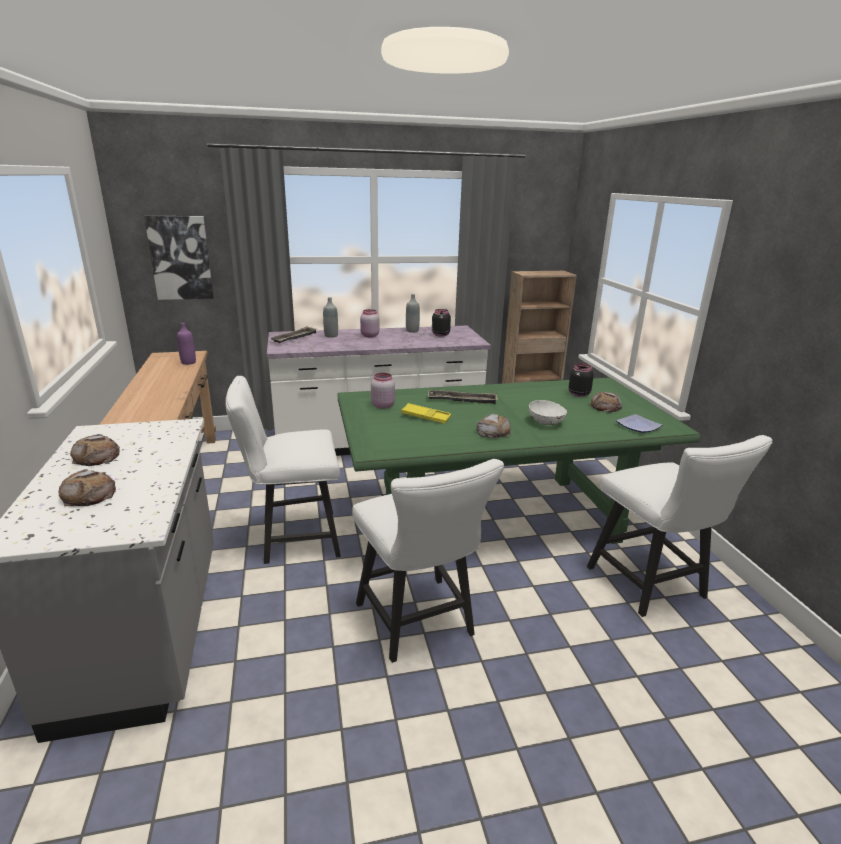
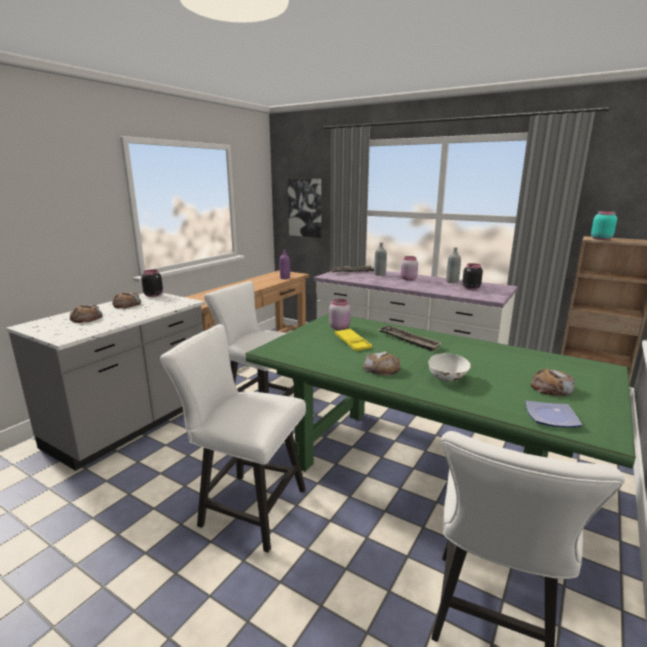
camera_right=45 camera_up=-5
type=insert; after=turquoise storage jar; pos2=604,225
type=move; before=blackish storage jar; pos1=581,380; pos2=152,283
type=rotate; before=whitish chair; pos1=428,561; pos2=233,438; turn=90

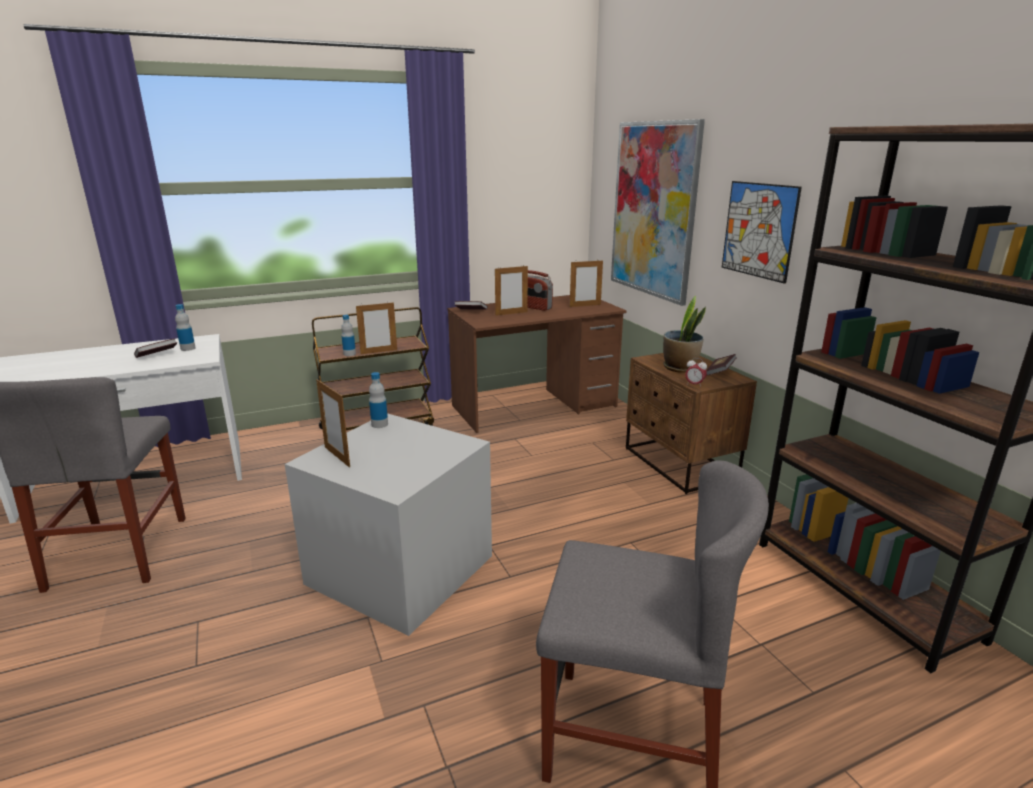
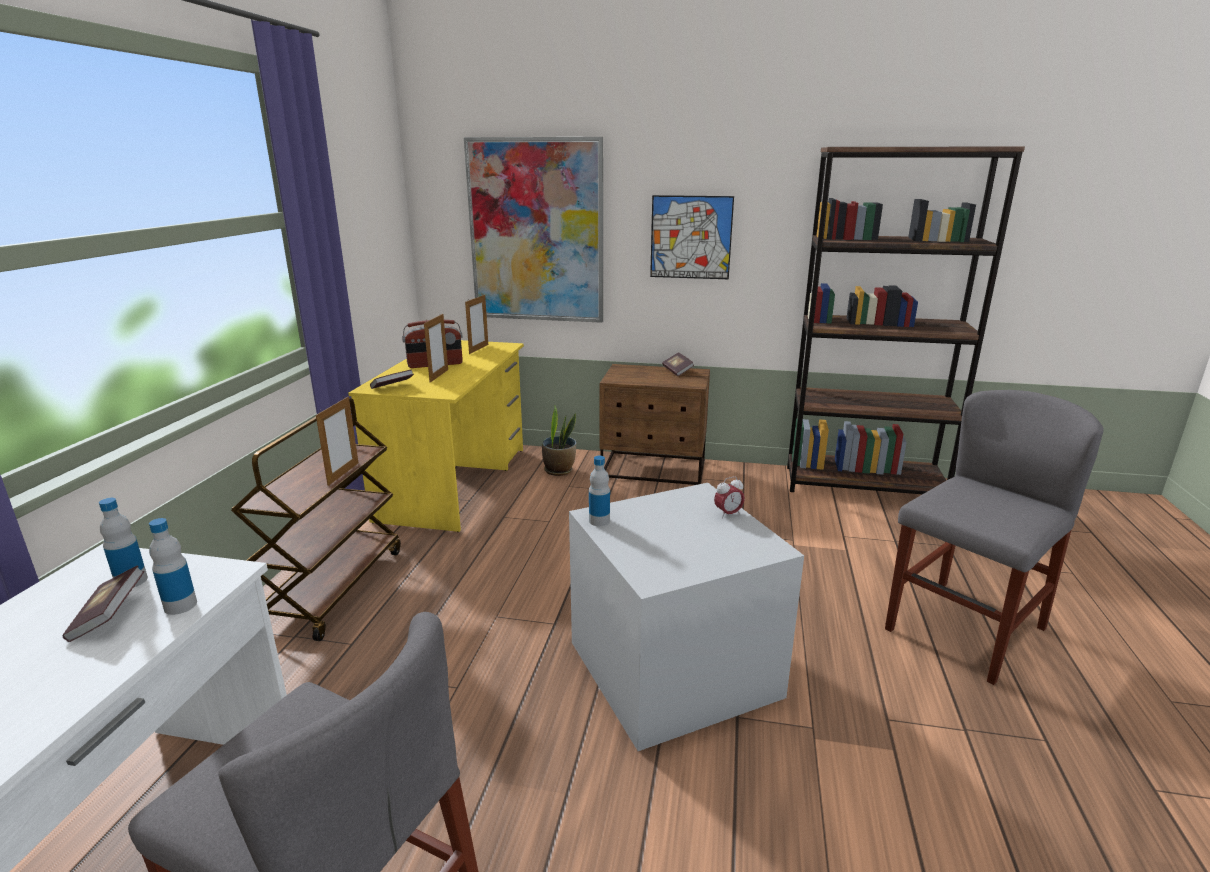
camera_right=-55 camera_up=0
type=delete; before=picture frame; pos1=333,423
type=move; before=bottle; pos1=348,335; pos2=173,566
type=move; before=houseplant; pos1=684,334; pos2=559,441
type=move; before=alarm clock; pos1=696,372; pos2=729,497
type=recolor; before=brownish desk; after=yellow desk; pos1=537,364; pos2=436,436

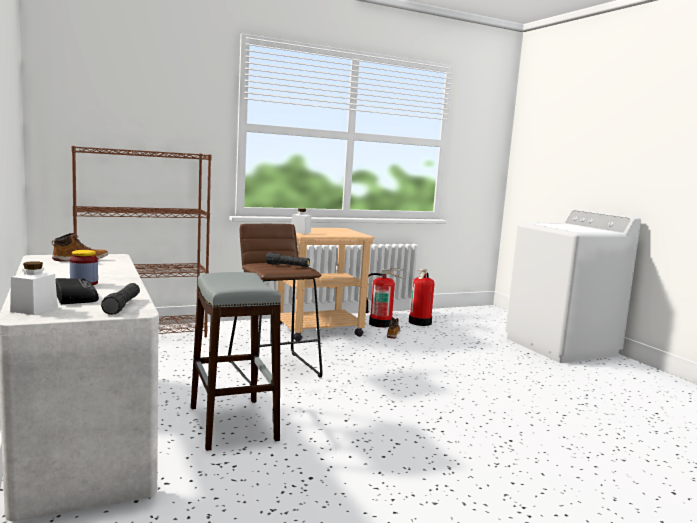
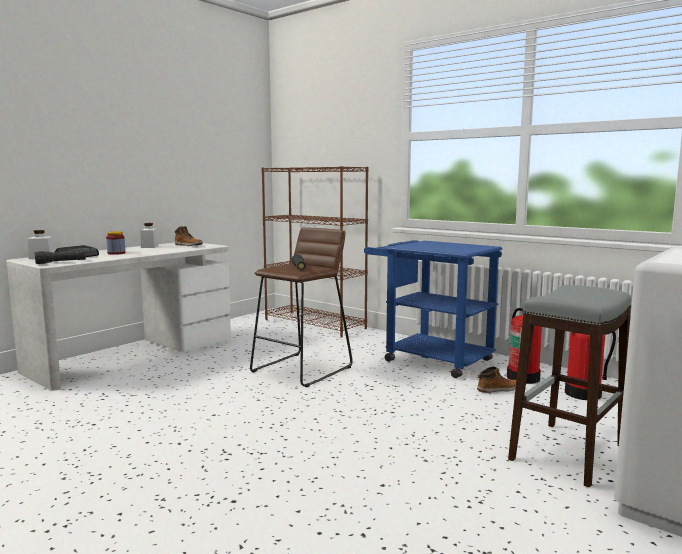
camera_right=65 camera_up=0
type=move; before=greyish stool; pos1=236,361; pos2=570,386
type=move; before=whitish storage jar; pos1=301,221; pos2=149,235
type=recolor; before=sand-coloured cart; after=blue-coloured cart; pos1=325,284; pos2=433,309

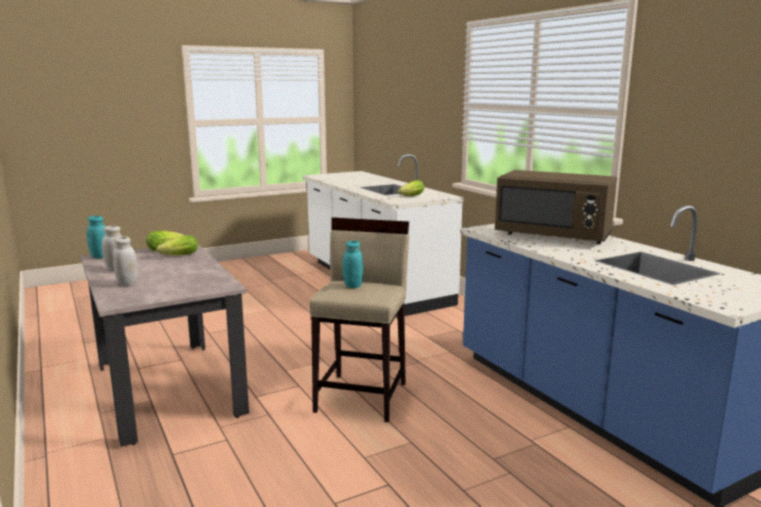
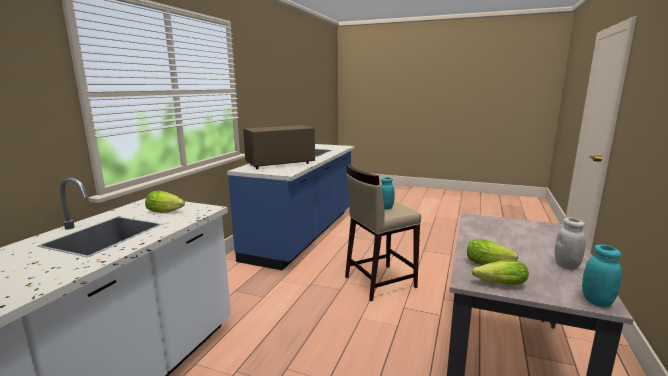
camera_right=-130 camera_up=0
type=delete; before=whitish storage jar; pos1=125,261
type=rotate; before=brownish microwave; pos1=556,207; pos2=279,147; turn=-105

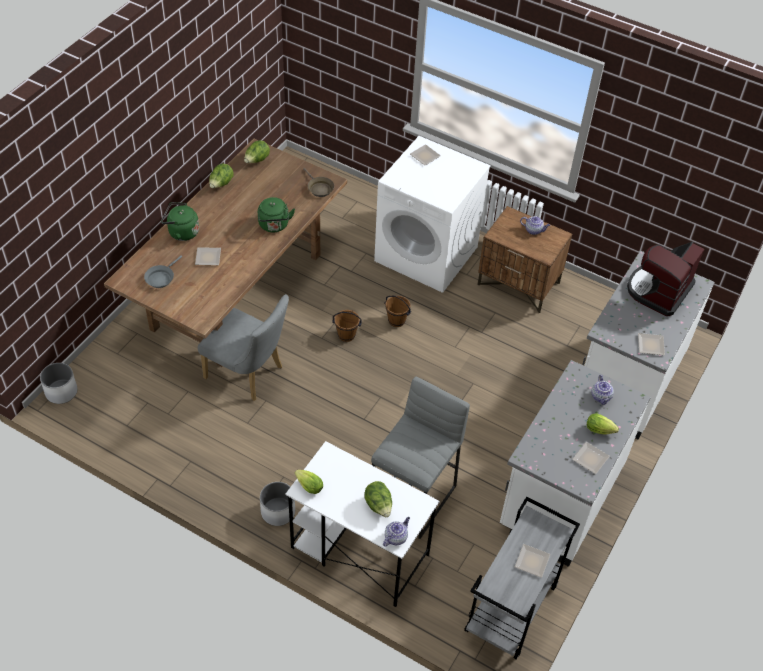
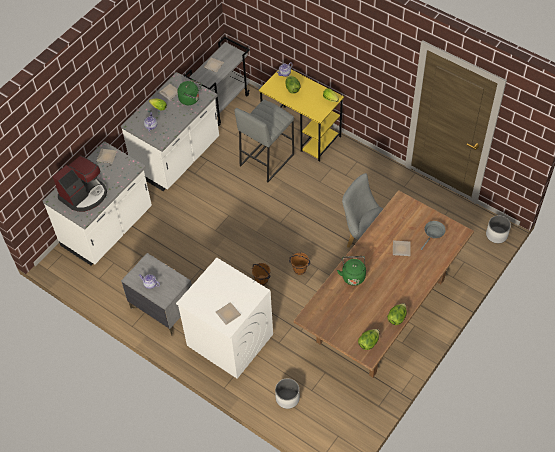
camera_right=-170 camera_up=5
type=delete; before=brownish skillet; pos1=318,182
type=move; before=green-coloured water kettle; pos1=180,221; pos2=189,92
type=move; before=whitish planter; pos1=277,504; pos2=287,393
type=recolor; before=whitish desk; after=yellow desk; pos1=362,524; pos2=301,115
type=recolor; before=brownish nightstand; after=greyish nightstand; pos1=524,259; pos2=156,294

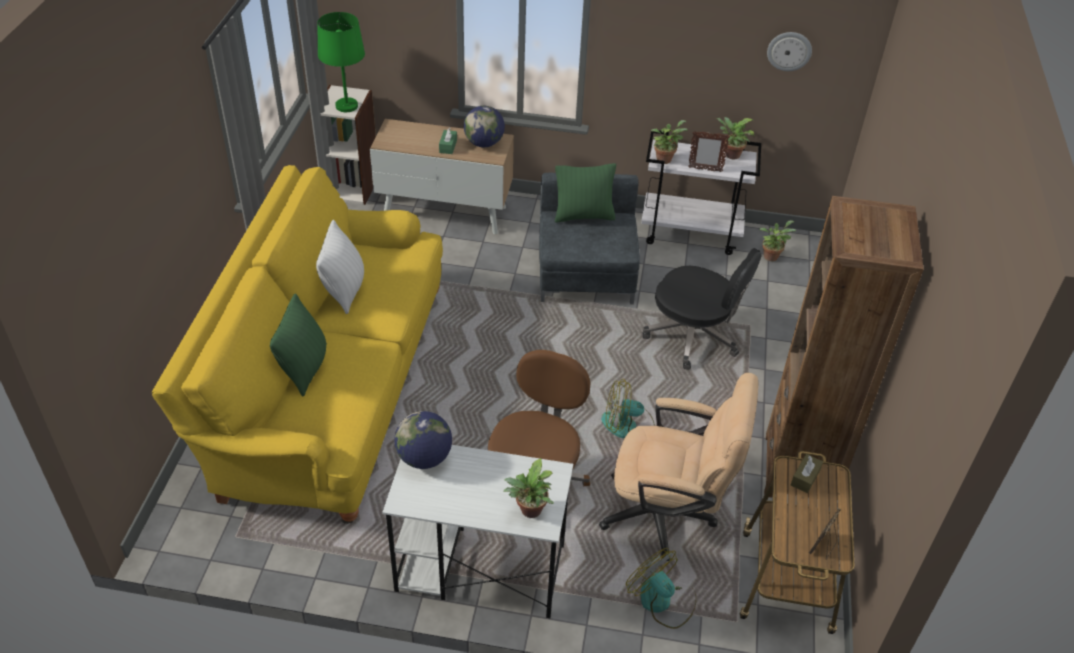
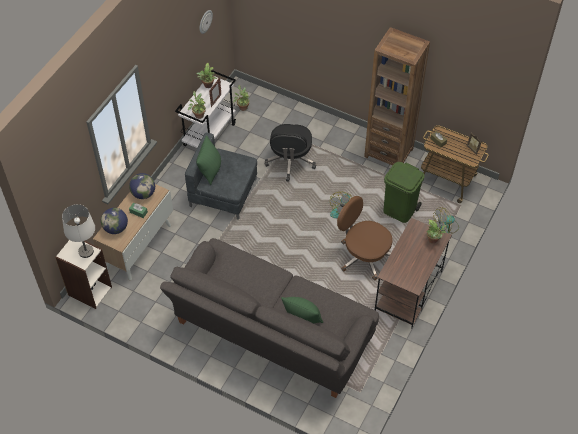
camera_right=-70 camera_up=10
type=delete; before=whitish pillow; pos1=340,267
type=move; before=desk globe; pos1=423,440; pos2=114,221
type=replace; before=sand-coloured computer chair; after=green-coloured waste bin; pos1=679,467; pos2=404,192
type=recolor; before=yellow settee; after=greyish settee; pos1=297,344; pos2=269,318
type=recolor; before=green-coloured lamp for a table; after=whitish lamp for a table; pos1=341,62; pos2=78,231
type=recolor; before=whitish desk; after=brownish desk; pos1=477,531; pos2=413,273
type=rotate; before=blackish computer chair; pos1=702,308; pos2=290,153; turn=135

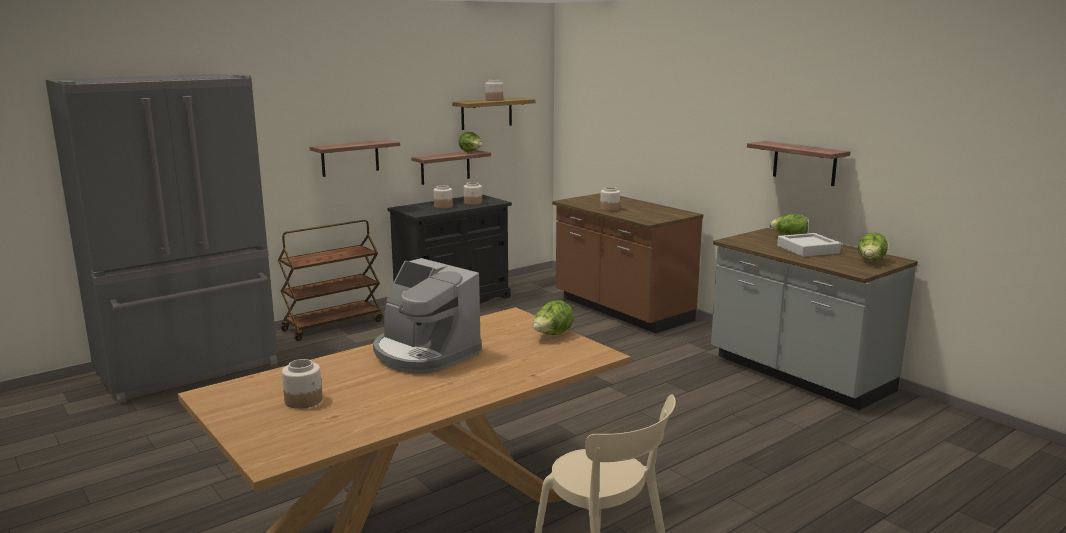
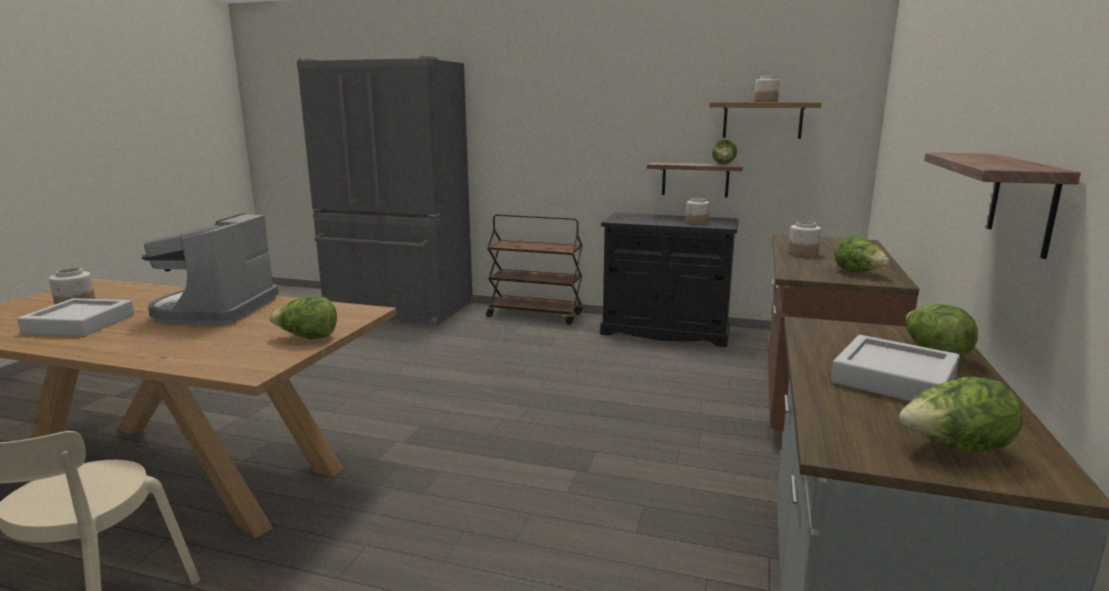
camera_right=55 camera_up=0
type=delete; before=shelf; pos1=354,158
type=delete; before=storage jar; pos1=443,196
type=insert; after=greyish carrying tray; pos2=75,317
type=insert; after=head of lettuce; pos2=861,254

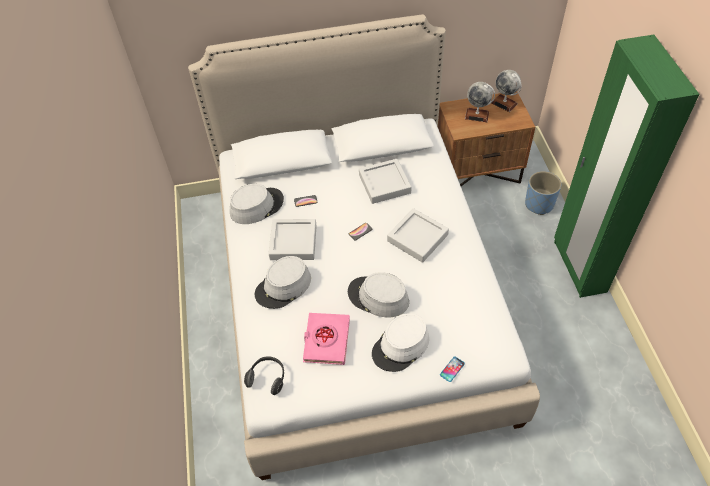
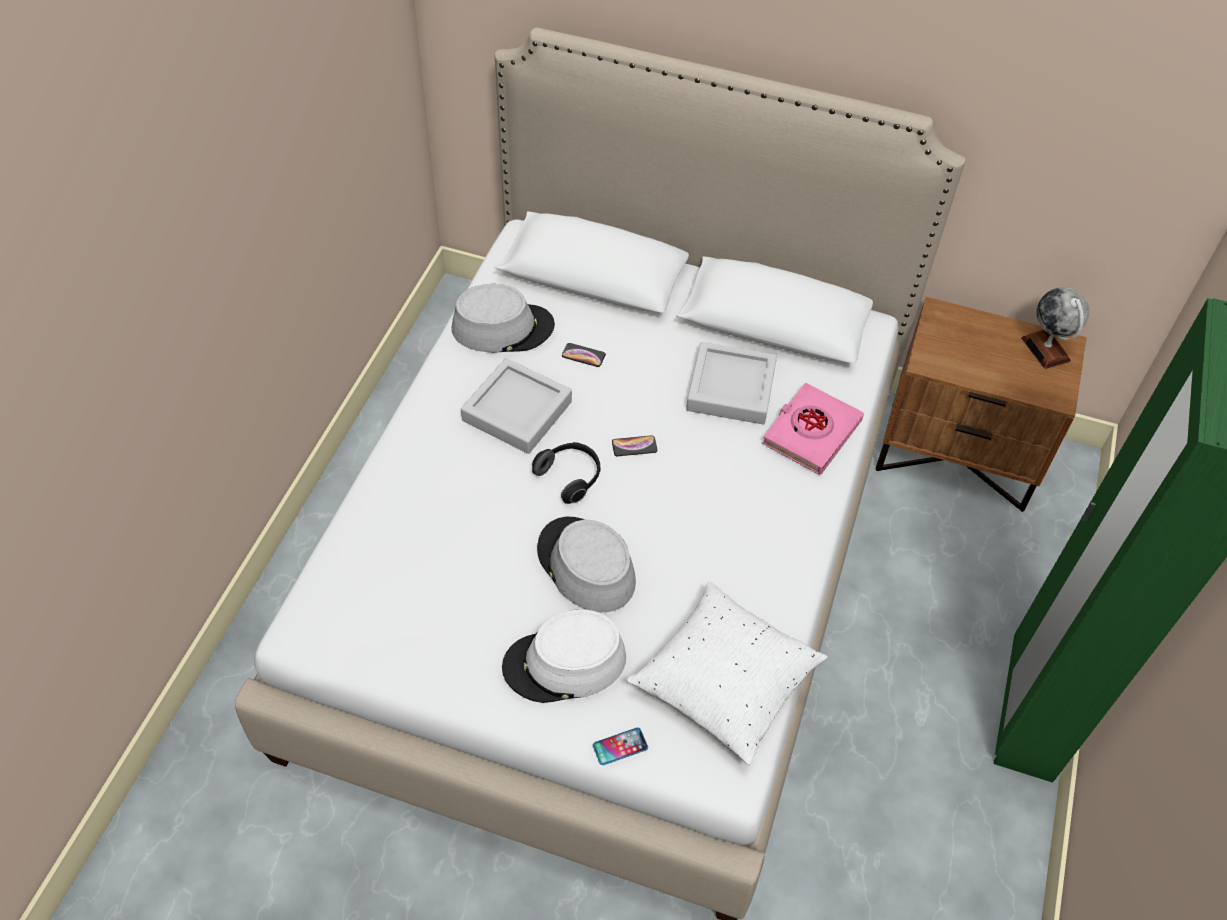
camera_right=25 camera_up=0
type=delete; before=greyish clothing hat; pos1=283,282
type=delete; before=greyish carrying tray; pos1=418,235
type=delete; before=desk globe; pos1=480,102
type=delete; before=blue-coloured planter; pos1=543,193
type=insert; after=whitish pillow; pos2=727,673
type=move; before=headphones; pos1=264,375; pos2=566,473
type=move; before=pink bound book; pos1=326,339; pos2=813,429

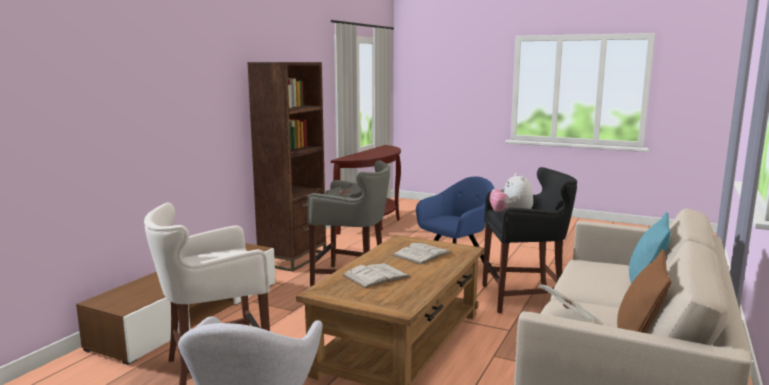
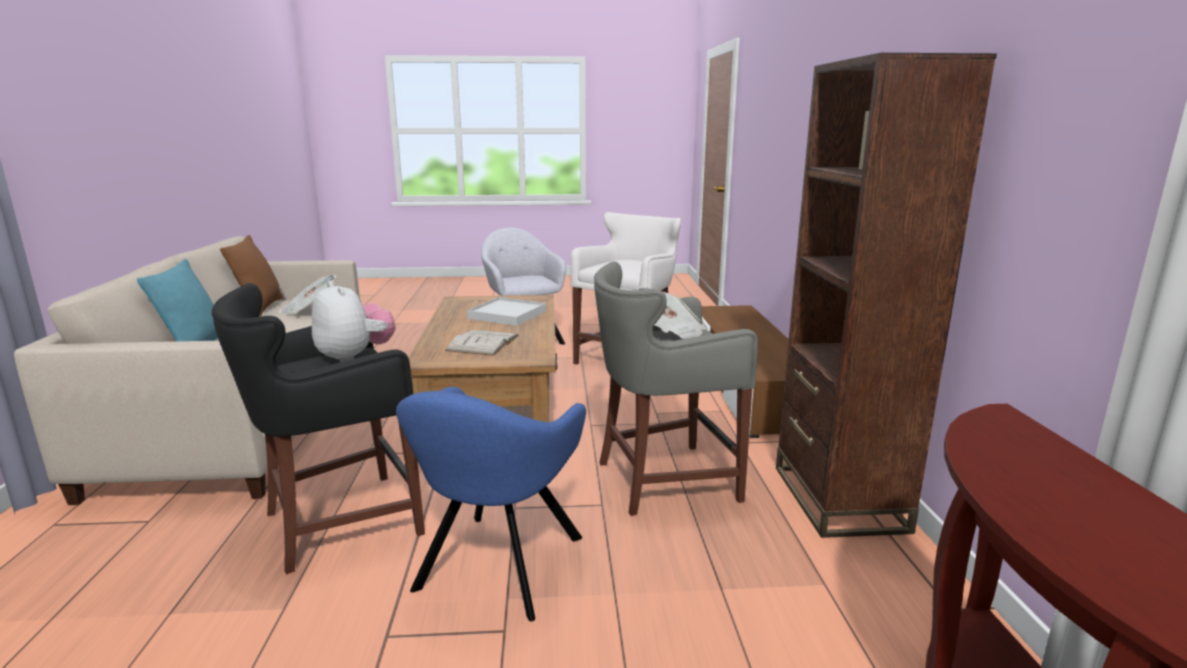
camera_right=150 camera_up=5
type=replace; before=whitish bound book; after=whitish carrying tray; pos1=377,275; pos2=506,311

